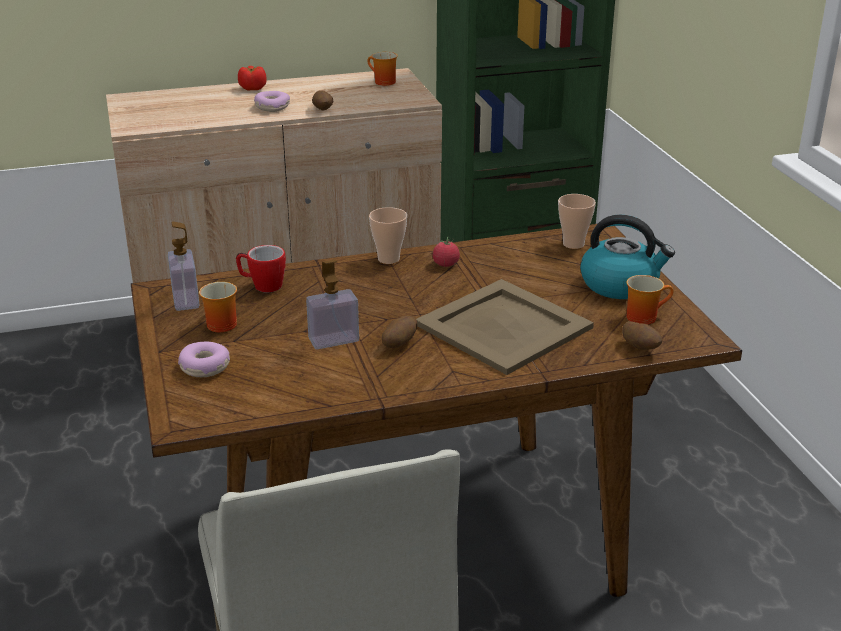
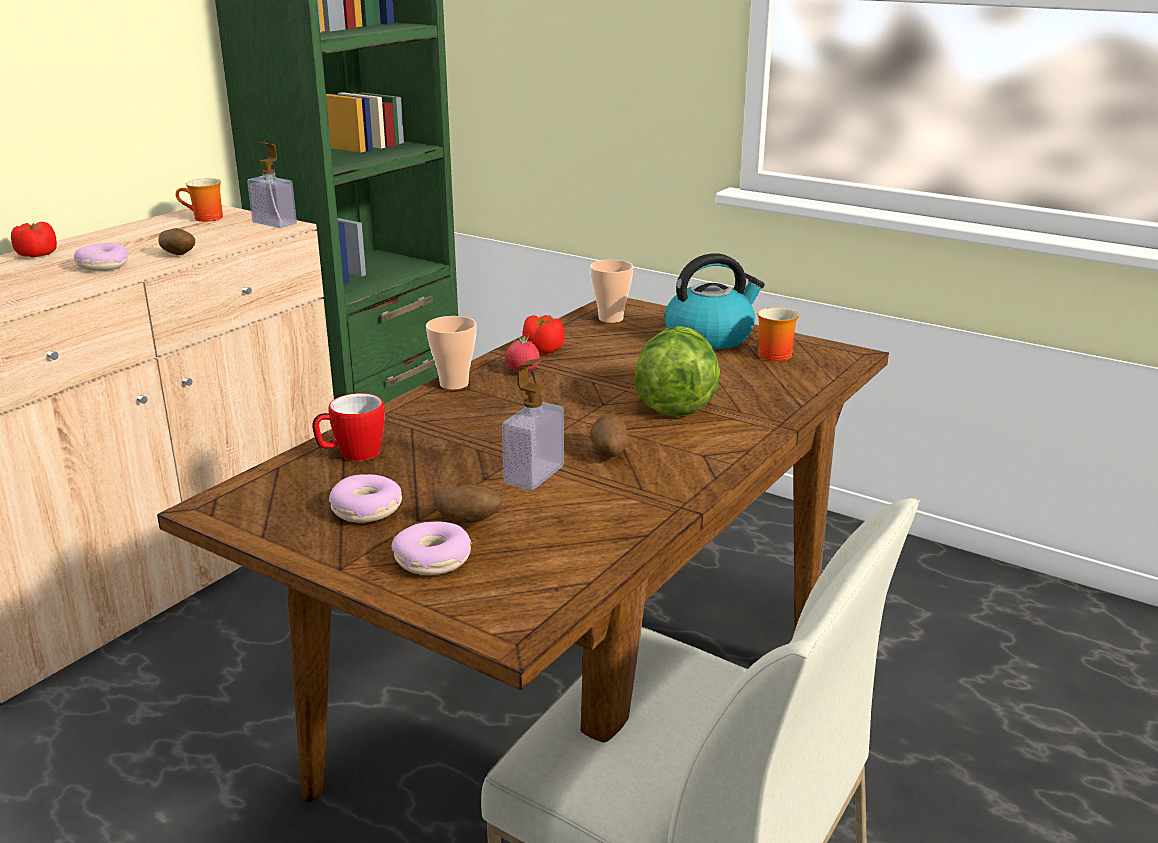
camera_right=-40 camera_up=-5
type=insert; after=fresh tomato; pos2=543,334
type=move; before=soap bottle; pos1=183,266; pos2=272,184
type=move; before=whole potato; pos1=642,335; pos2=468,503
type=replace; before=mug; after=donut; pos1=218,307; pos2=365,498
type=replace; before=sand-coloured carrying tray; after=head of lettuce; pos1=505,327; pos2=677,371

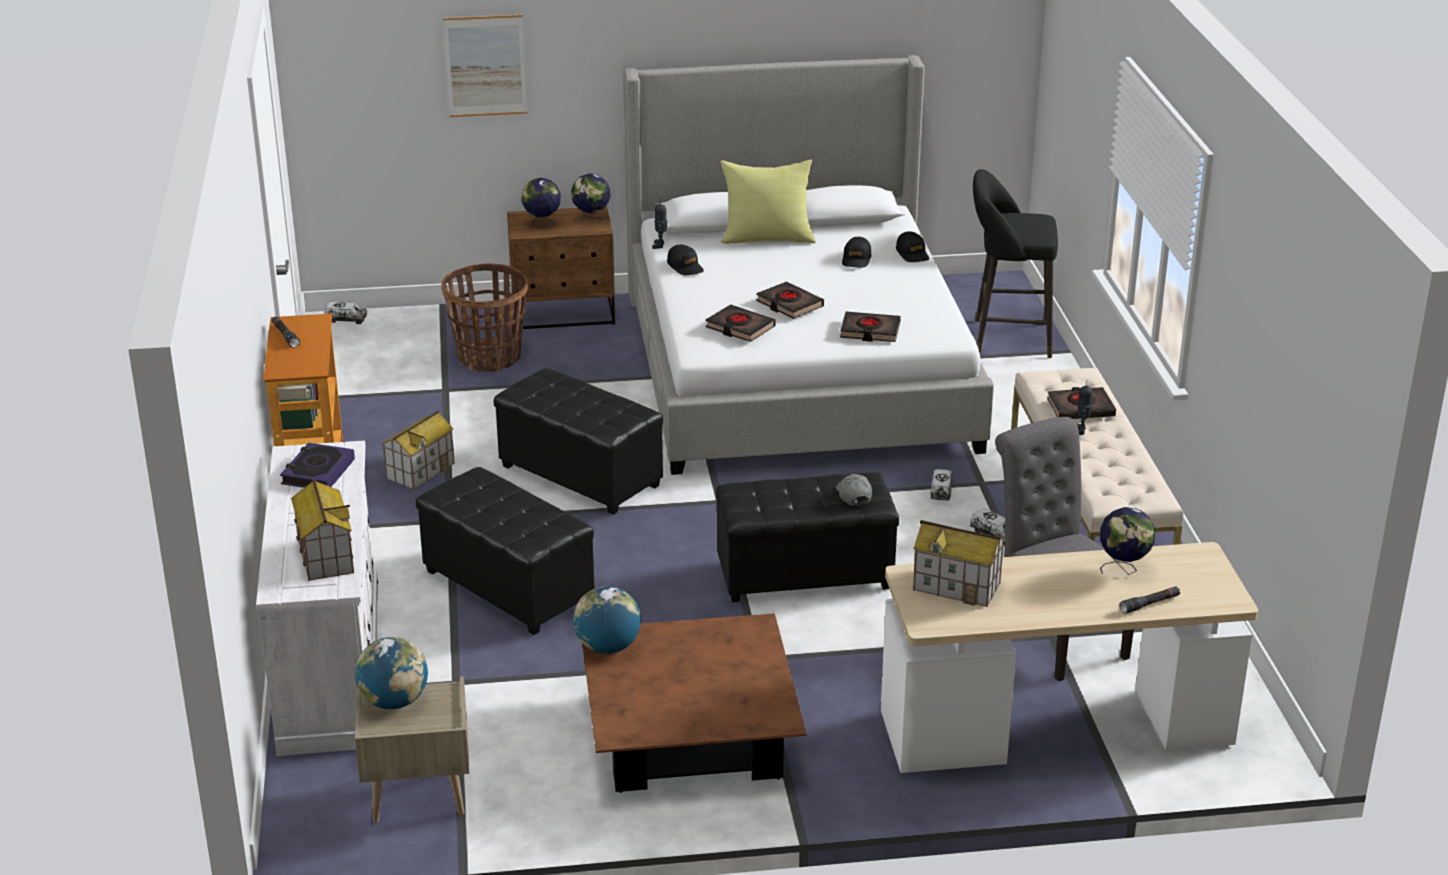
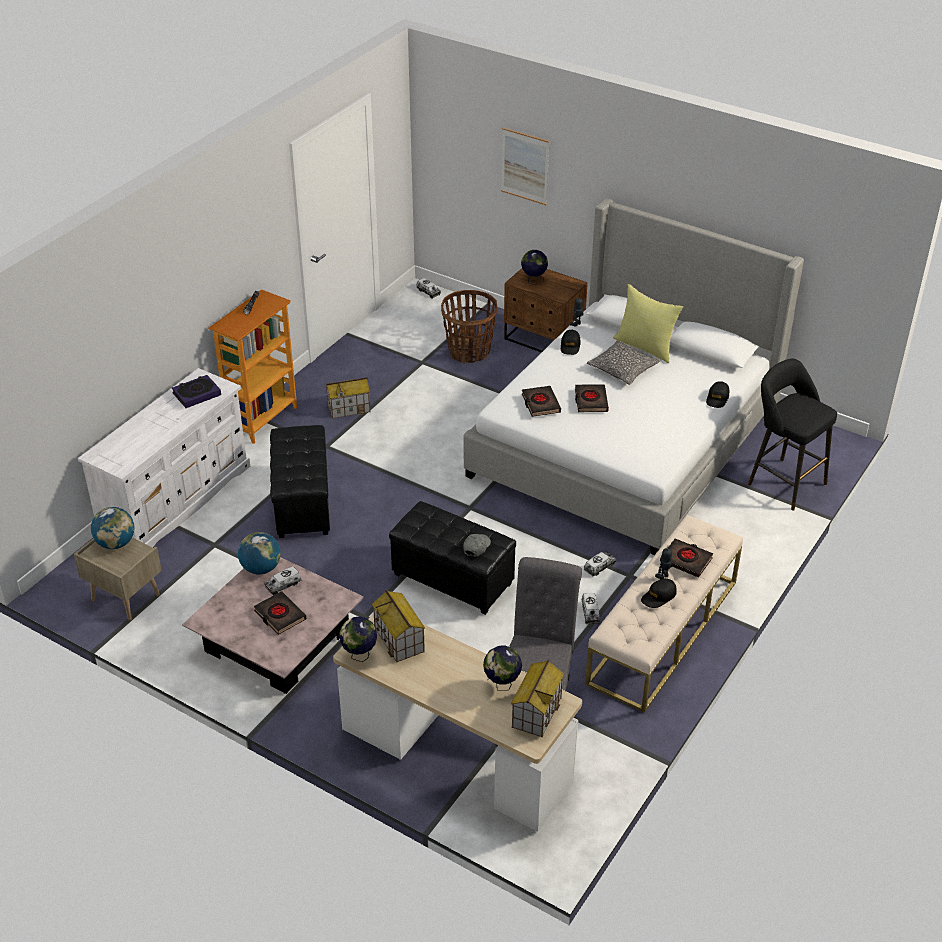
camera_right=40 camera_up=10
type=delete; before=blackish footrest; pos1=578,441
type=delete; before=blackish flashlight; pos1=1150,600
type=insert; after=toy truck; pos2=283,580
type=insert; after=pillow; pos2=623,363
type=move; before=toy house; pos1=322,530; pos2=537,699
type=move; before=desk globe; pos1=591,198; pos2=358,639
type=move; before=blackish bound book; pos1=870,327; pos2=280,613
type=move; before=blackish peaked cap; pos1=857,252; pos2=659,593
type=recolor; before=brownish lounge table; after=pink lounge table; pos1=694,703; pos2=273,625

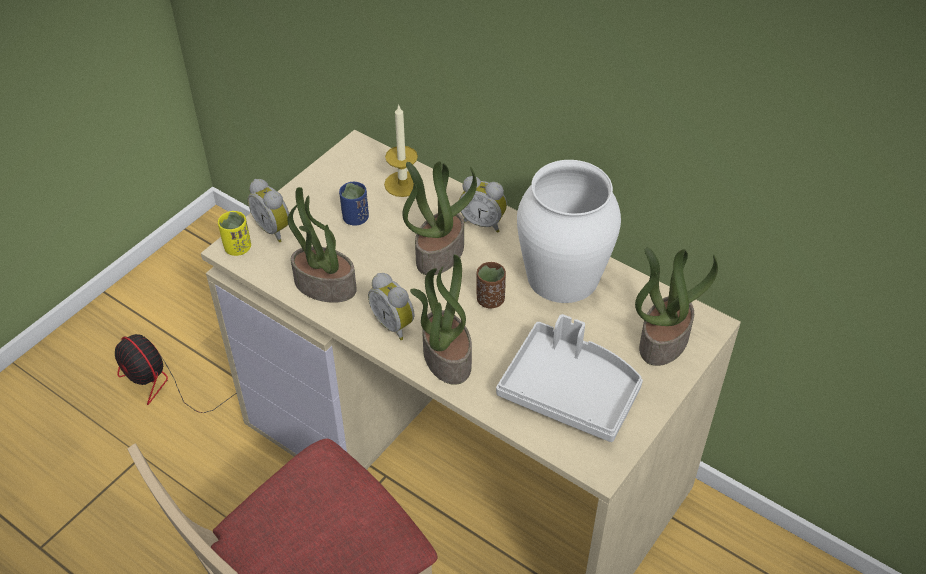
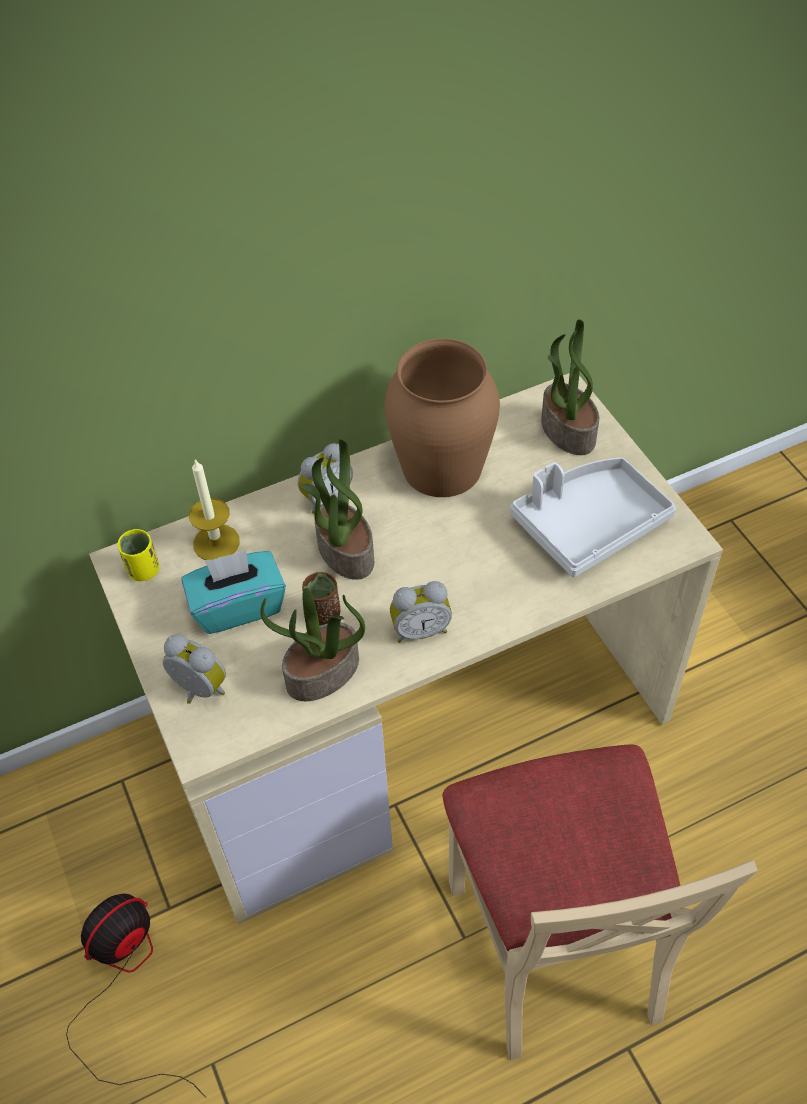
camera_right=-60 camera_up=5
type=delete; before=houseplant; pos1=441,319
type=move; before=yellow drinking cup; pos1=234,233; pos2=138,555
type=move; before=brownish drinking cup; pos1=491,285; pos2=321,598
type=replace; before=blue-coloured drinking cup; after=turquoise box of tissues; pos1=354,203; pos2=234,592
type=recolor; before=whitish vase; after=brownish vase; pos1=569,231; pos2=442,417
type=rotate; before=electric fan; pos1=175,373; pos2=136,996; turn=150
type=rotate; before=alarm clock; pos1=268,210; pos2=194,669; turn=-135

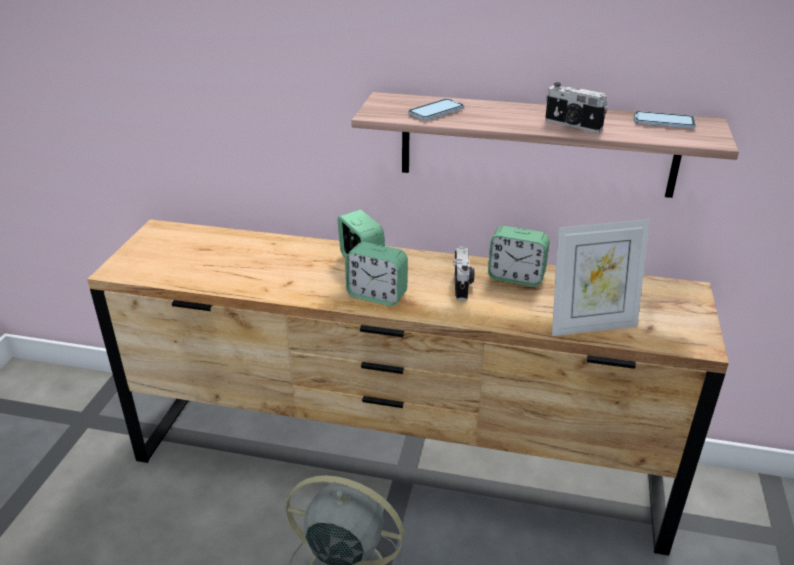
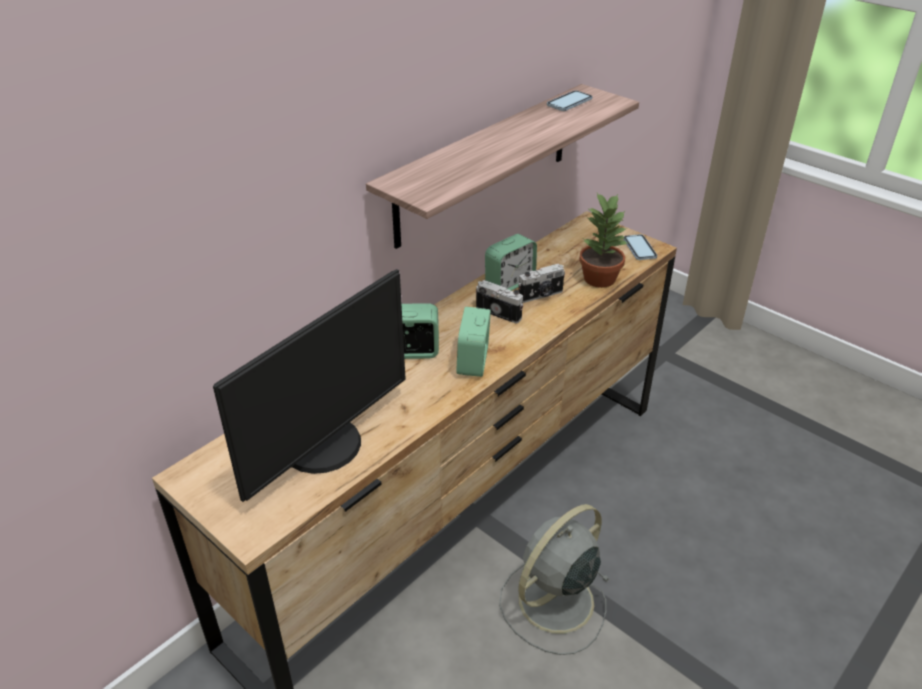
camera_right=-60 camera_up=5
type=insert; after=monitor; pos2=309,385
type=move; before=handset; pos1=436,109; pos2=640,247
type=move; before=still camera; pos1=576,107; pos2=541,283
type=replace; before=picture frame; after=houseplant; pos1=600,277; pos2=603,240
type=rotate; before=alarm clock; pos1=376,274; pos2=473,342; turn=135

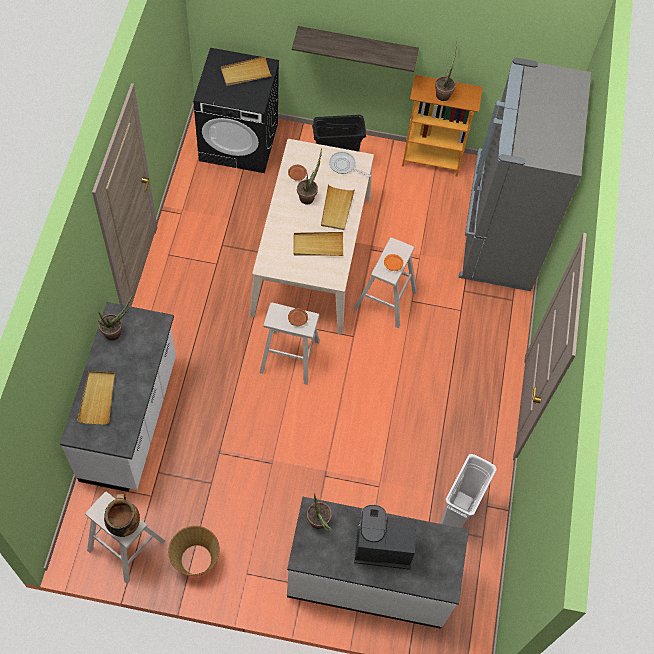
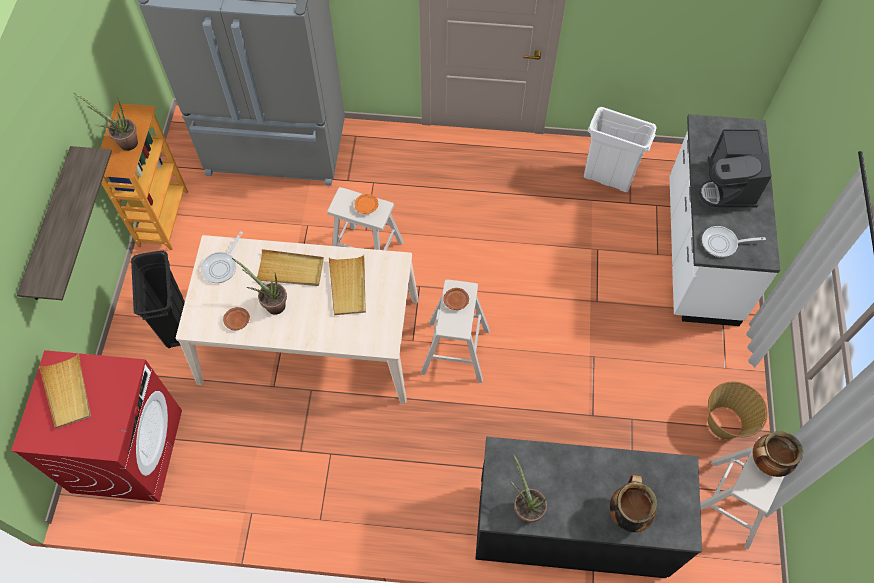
camera_right=-90 camera_up=0
type=replace; before=sand-coloured carrying tray; after=saucepot; pos1=96,398; pos2=633,503
type=replace; before=houseplant; after=skillet; pos1=319,512; pos2=734,241
type=recolor; before=whitish kitchen counter; after=blackish kitchen counter; pos1=118,397; pos2=588,507
type=recolor; before=blackish laundry machine; after=reddish laundry machine; pos1=236,110; pos2=96,426

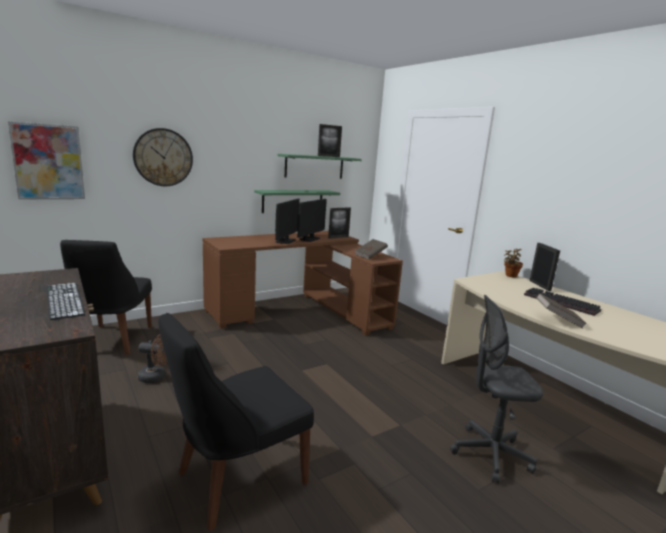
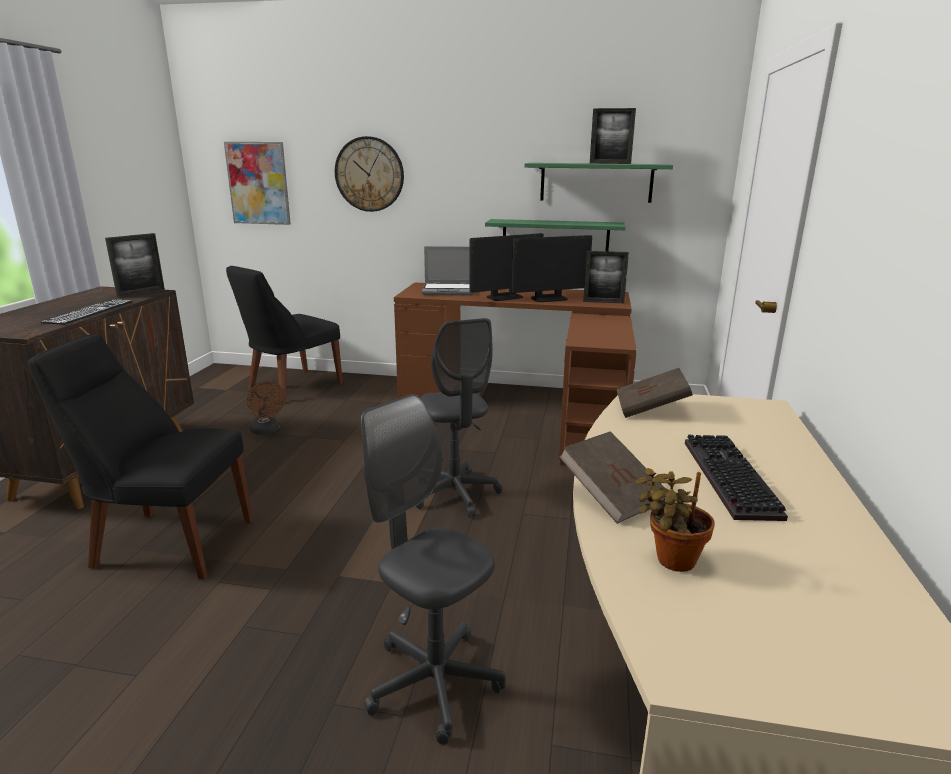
camera_right=45 camera_up=5
type=insert; after=greyish computer chair; pos2=458,417
type=insert; after=portable computer; pos2=448,270
type=move; before=brownish bound book; pos1=371,249; pos2=654,393
type=move; before=houseplant; pos1=513,263; pos2=675,520
type=move; before=picture frame; pos1=545,267; pos2=135,265

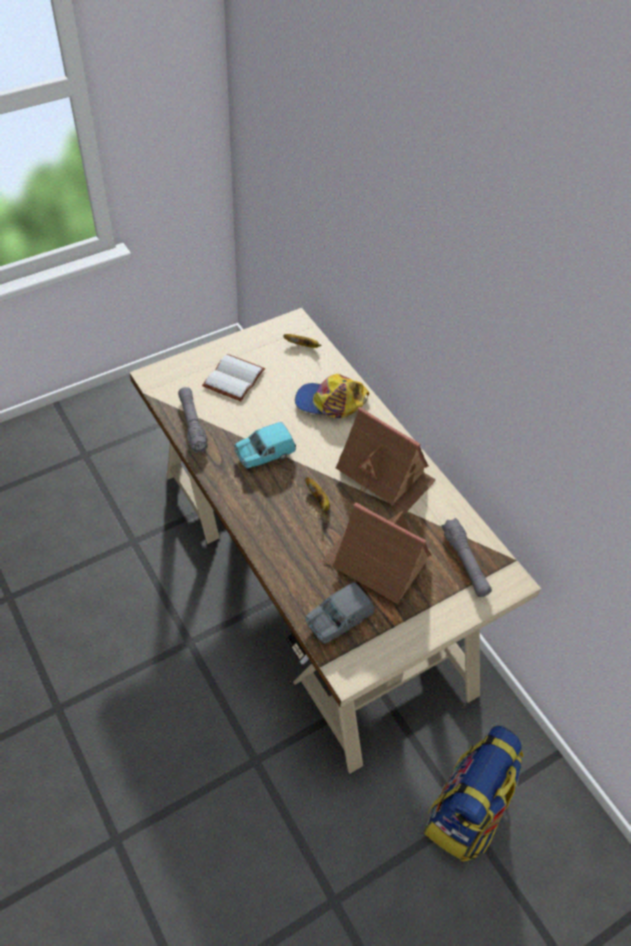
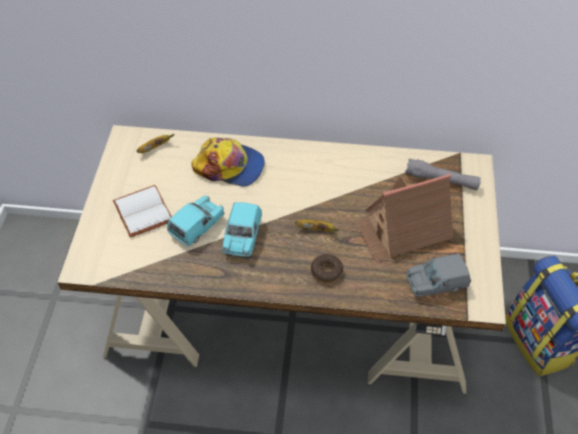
camera_right=-50 camera_up=0
type=delete; before=greyish flashlight; pos1=193,420
type=delete; before=toy house; pos1=386,460
type=insert; after=turquoise model car; pos2=195,221
type=insert; after=donut; pos2=327,268
type=rotate; before=peaked cap; pos1=332,396; pos2=228,162; turn=-120
type=rotate; before=greyish model car; pos1=339,613; pos2=438,275; turn=75

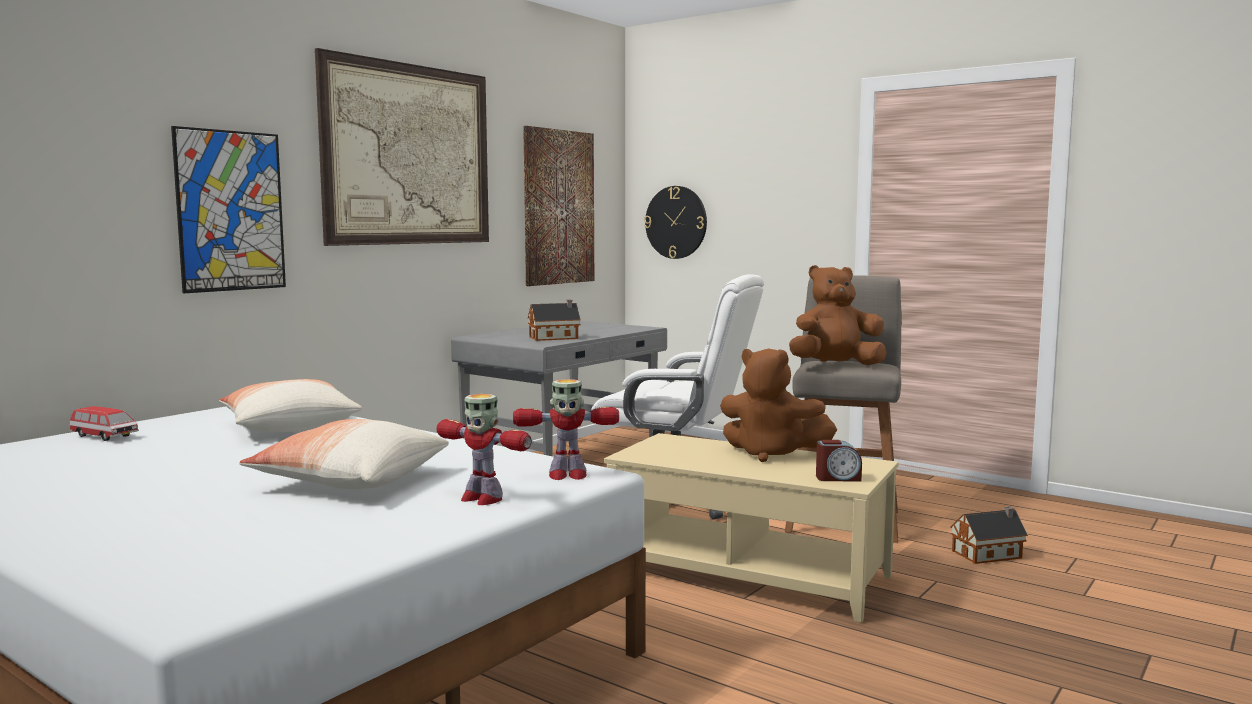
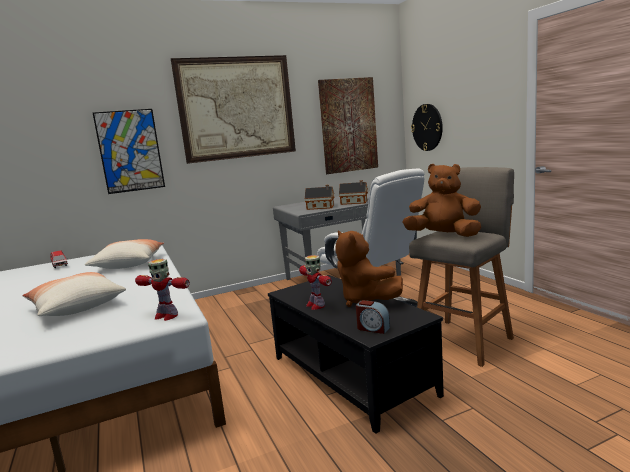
camera_right=30 camera_up=5
type=move; before=model robot; pos1=484,449; pos2=315,282
type=move; before=toy house; pos1=989,535; pos2=353,192
type=recolor; before=sand-coloured lounge table; after=blackish lounge table; pos1=751,528; pos2=356,354

